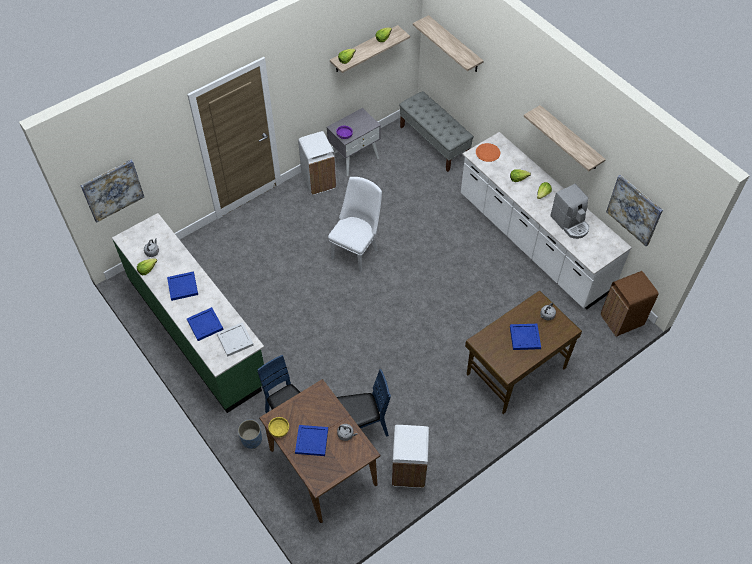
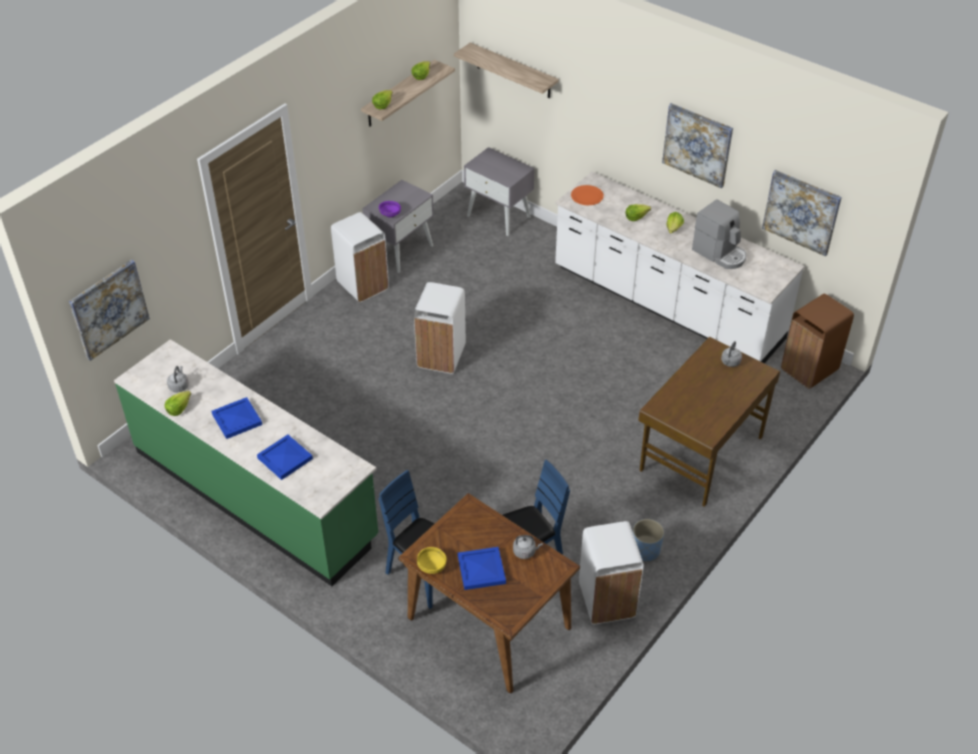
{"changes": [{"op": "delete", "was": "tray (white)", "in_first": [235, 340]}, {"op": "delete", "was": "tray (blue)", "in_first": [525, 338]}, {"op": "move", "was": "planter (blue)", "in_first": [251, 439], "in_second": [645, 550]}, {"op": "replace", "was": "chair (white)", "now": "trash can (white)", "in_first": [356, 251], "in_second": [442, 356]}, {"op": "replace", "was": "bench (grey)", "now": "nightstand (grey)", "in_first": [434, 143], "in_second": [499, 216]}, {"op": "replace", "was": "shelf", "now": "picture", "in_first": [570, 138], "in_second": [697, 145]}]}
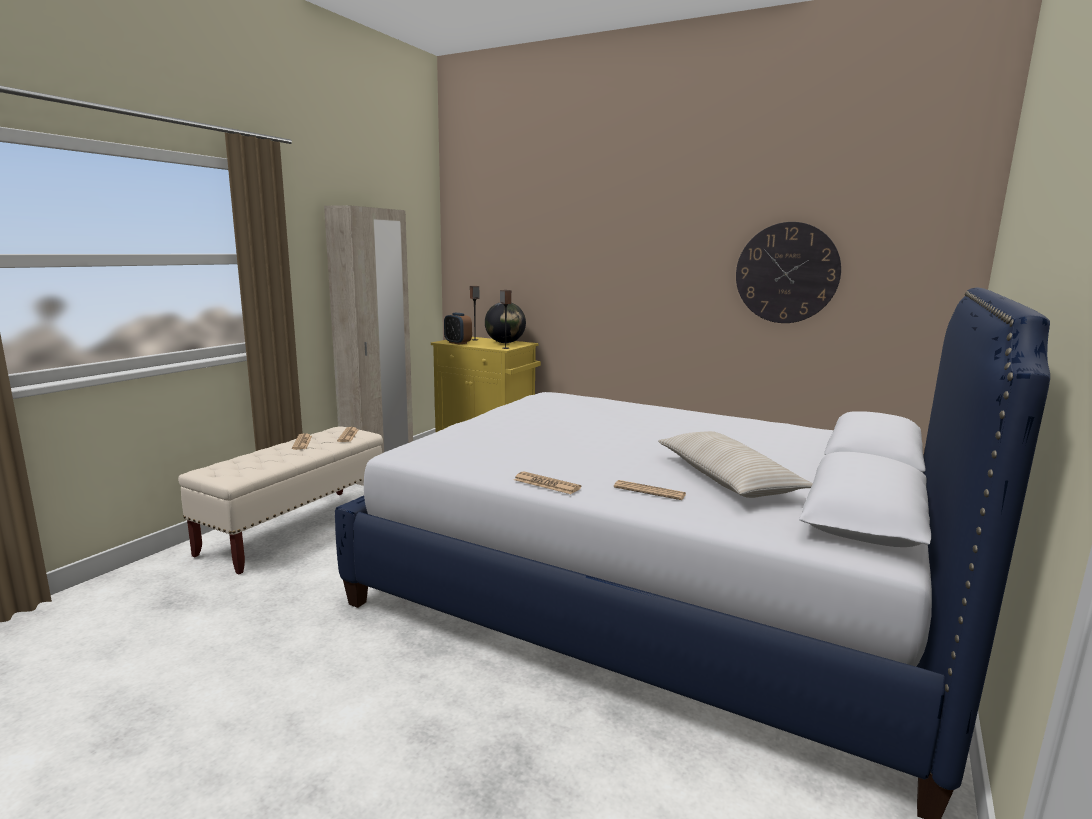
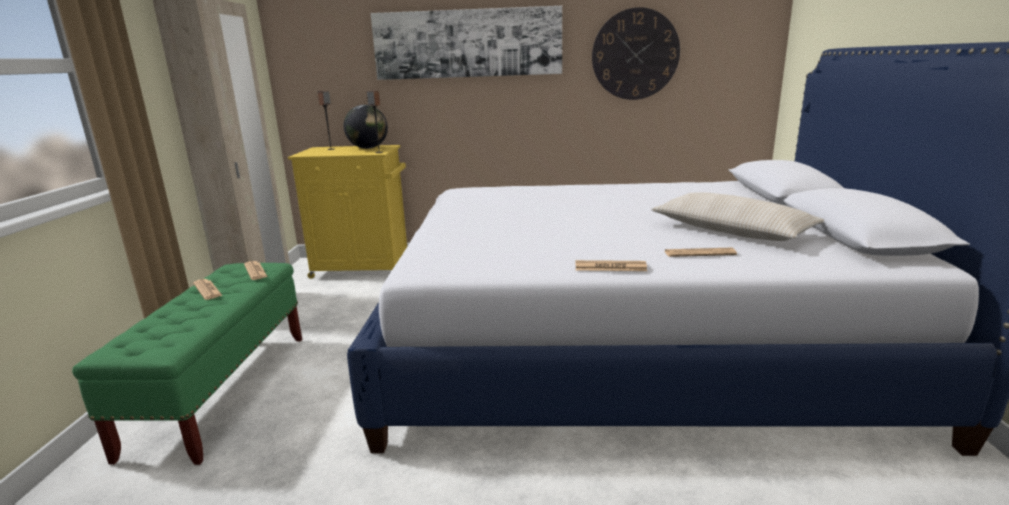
{"changes": [{"op": "delete", "was": "alarm clock", "in_first": [458, 343]}, {"op": "insert", "now": "picture", "in_second": [467, 43]}, {"op": "recolor", "was": "bench (beige)", "now": "bench (green)", "in_first": [297, 528], "in_second": [223, 391]}]}
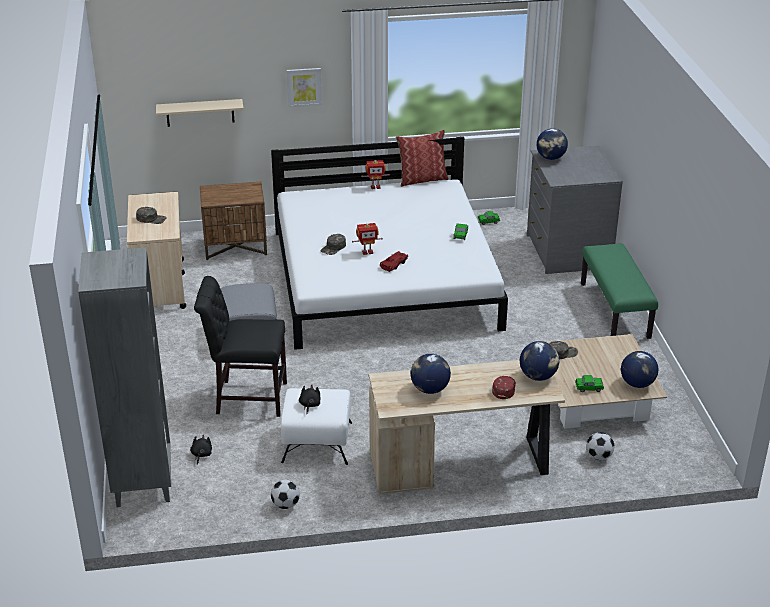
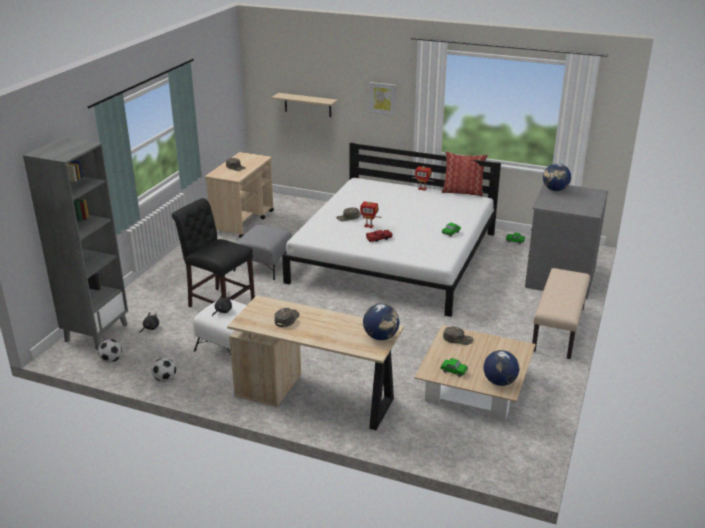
{"changes": [{"op": "delete", "was": "nightstand (brown)", "in_first": [236, 247]}, {"op": "delete", "was": "cap (red)", "in_first": [503, 388]}, {"op": "move", "was": "football", "in_first": [599, 456], "in_second": [111, 360]}, {"op": "replace", "was": "globe", "now": "cap (green)", "in_first": [429, 389], "in_second": [286, 319]}, {"op": "recolor", "was": "bench (green)", "now": "bench (beige)", "in_first": [615, 311], "in_second": [559, 330]}]}
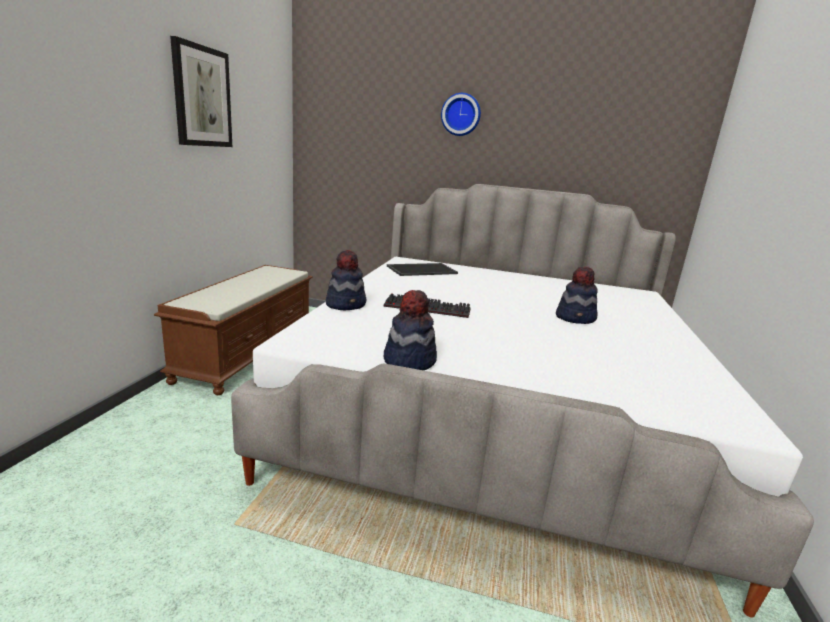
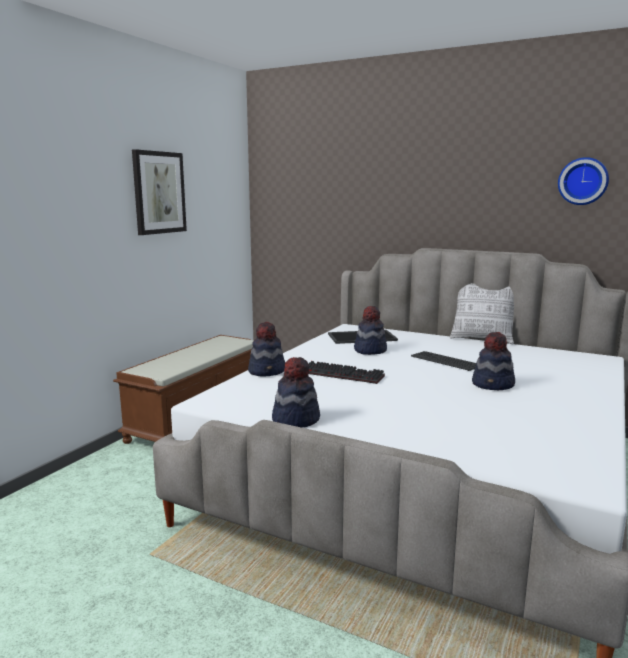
{"changes": [{"op": "insert", "now": "hat", "in_second": [370, 350]}, {"op": "insert", "now": "keyboard", "in_second": [446, 361]}, {"op": "insert", "now": "pillow", "in_second": [482, 339]}, {"op": "move", "was": "wall clock", "in_first": [461, 114], "in_second": [583, 181]}]}
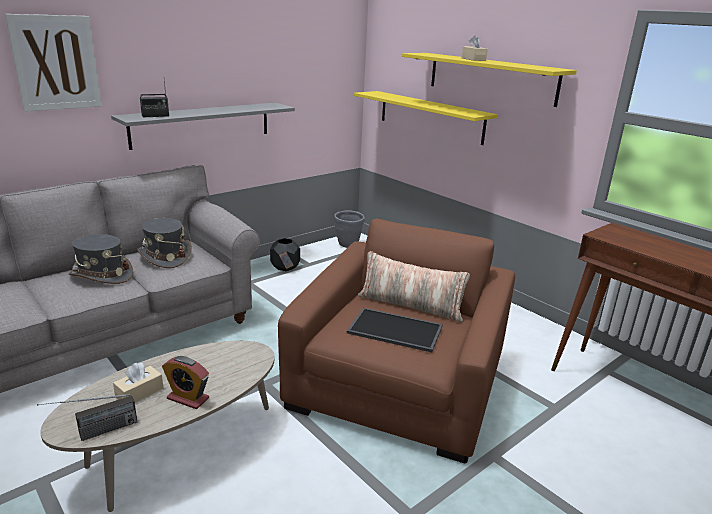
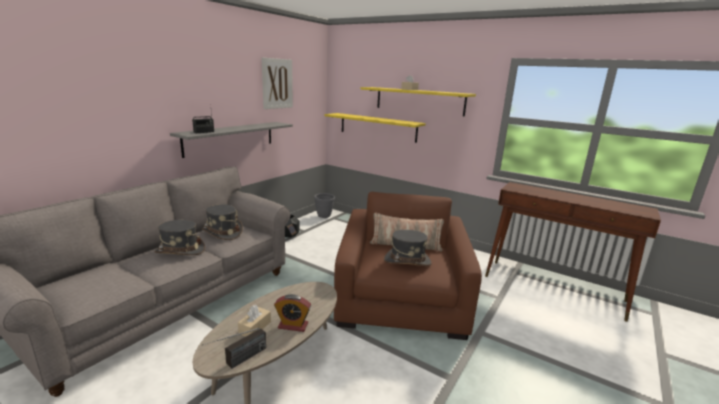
{"changes": [{"op": "move", "was": "picture", "in_first": [56, 63], "in_second": [277, 83]}, {"op": "replace", "was": "tray", "now": "hat (grey)", "in_first": [394, 330], "in_second": [407, 261]}]}
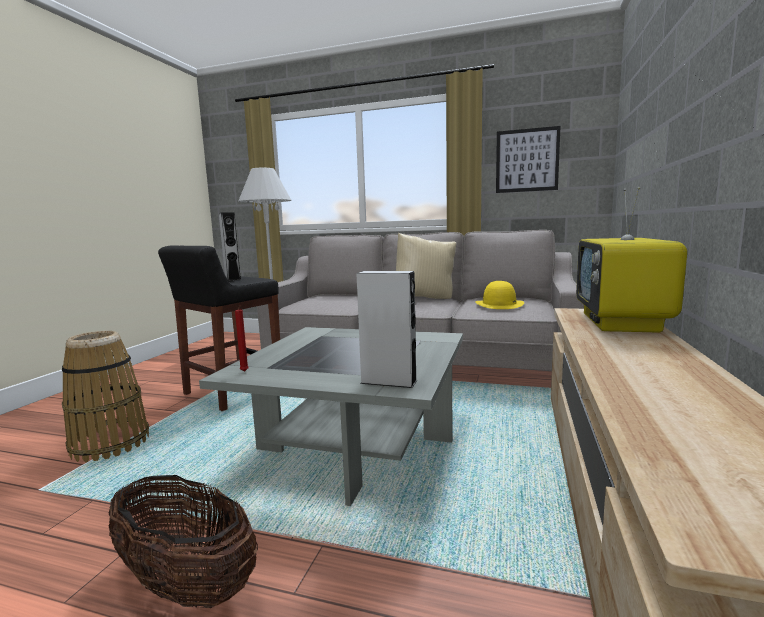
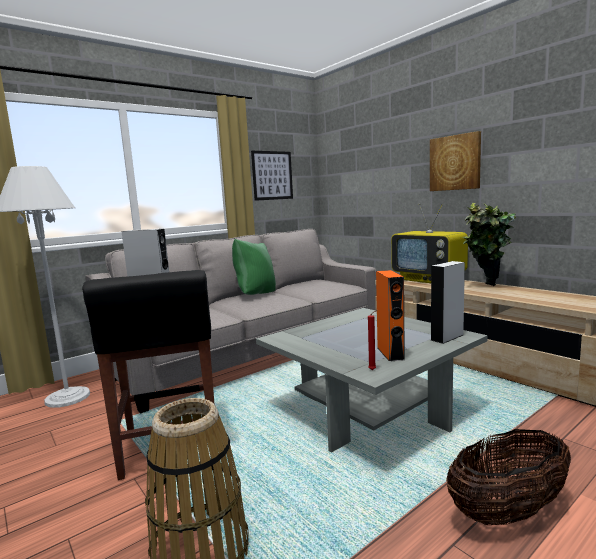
{"changes": [{"op": "delete", "was": "hat (yellow)", "in_first": [499, 304]}, {"op": "insert", "now": "speaker (orange)", "in_second": [390, 353]}, {"op": "insert", "now": "picture", "in_second": [455, 163]}, {"op": "insert", "now": "potted plant", "in_second": [485, 288]}, {"op": "recolor", "was": "pillow (beige)", "now": "pillow (green)", "in_first": [425, 298], "in_second": [255, 295]}]}
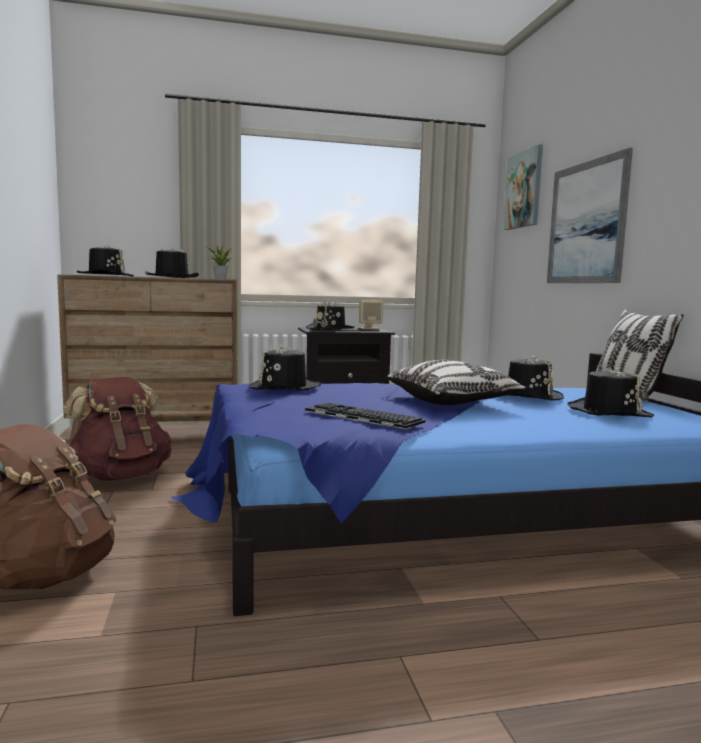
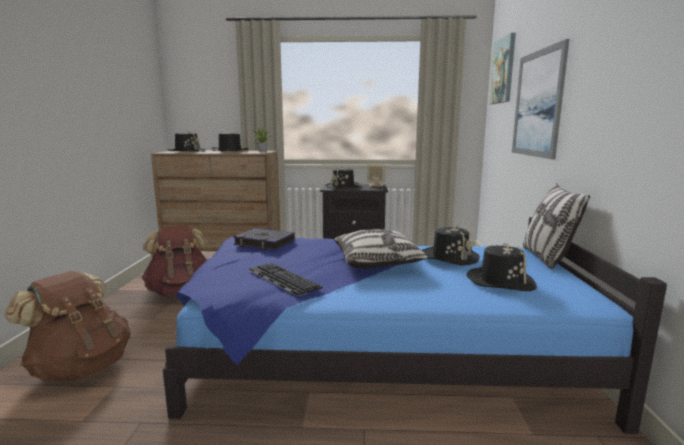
{"changes": [{"op": "replace", "was": "hat (black)", "now": "book", "in_first": [284, 387], "in_second": [264, 243]}]}
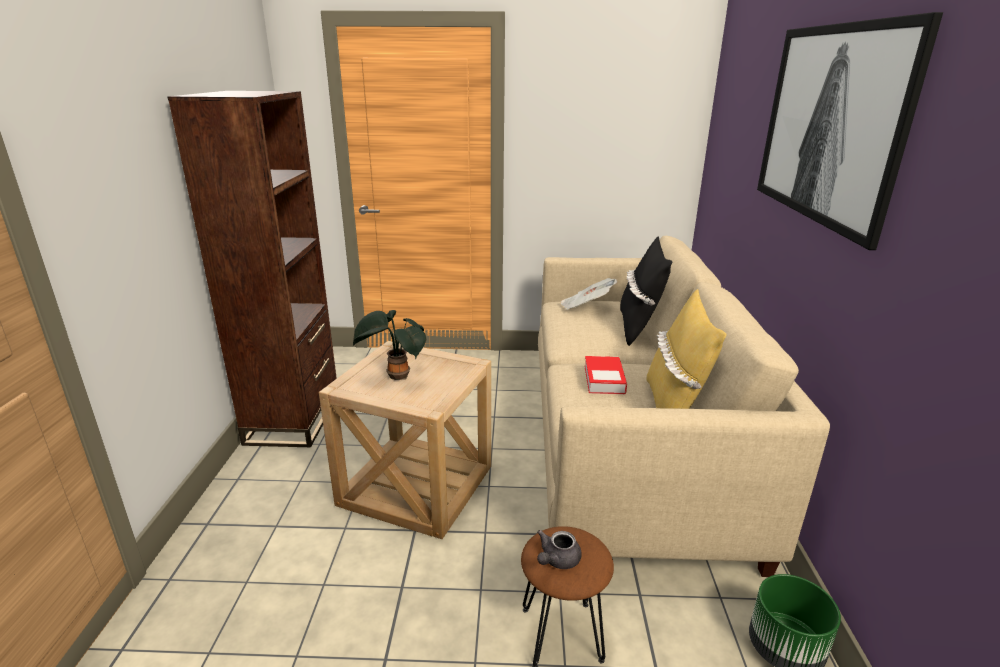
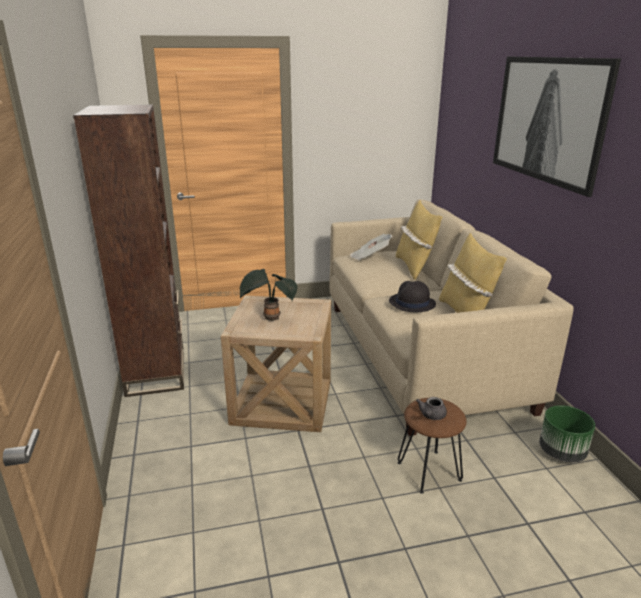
{"changes": [{"op": "replace", "was": "book", "now": "hat (black)", "in_first": [604, 379], "in_second": [411, 303]}, {"op": "recolor", "was": "pillow (black)", "now": "pillow (yellow)", "in_first": [638, 327], "in_second": [414, 267]}]}
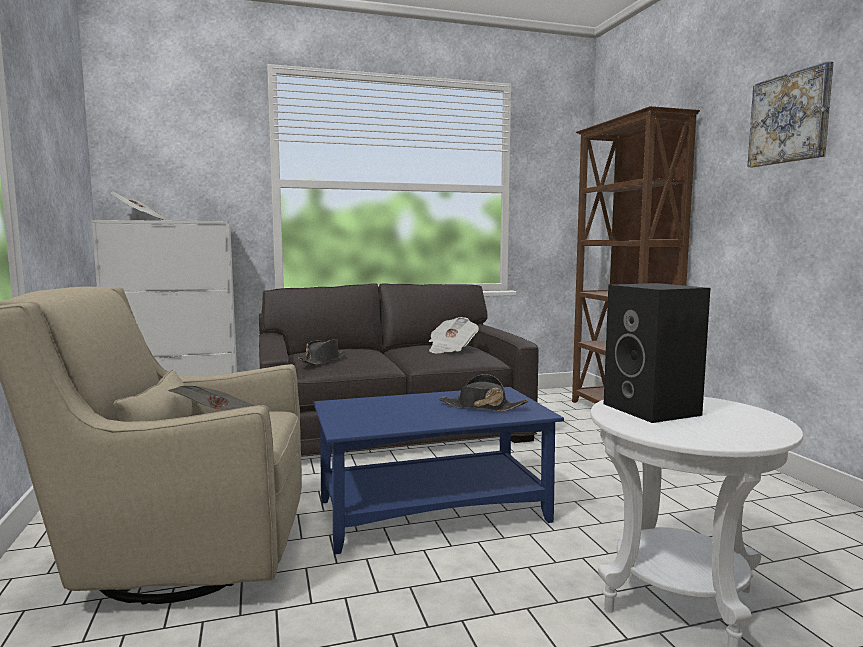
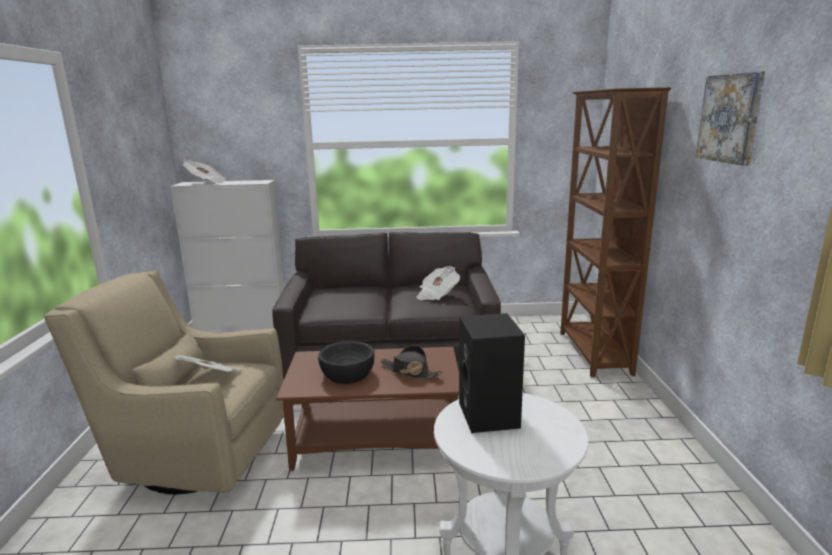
{"changes": [{"op": "delete", "was": "hat (black)", "in_first": [323, 360]}, {"op": "insert", "now": "bowl (black)", "in_second": [347, 374]}, {"op": "recolor", "was": "coffee table (blue)", "now": "coffee table (brown)", "in_first": [434, 510], "in_second": [377, 440]}]}
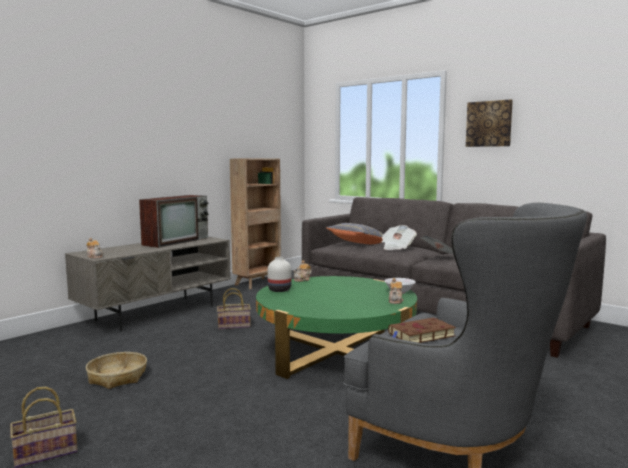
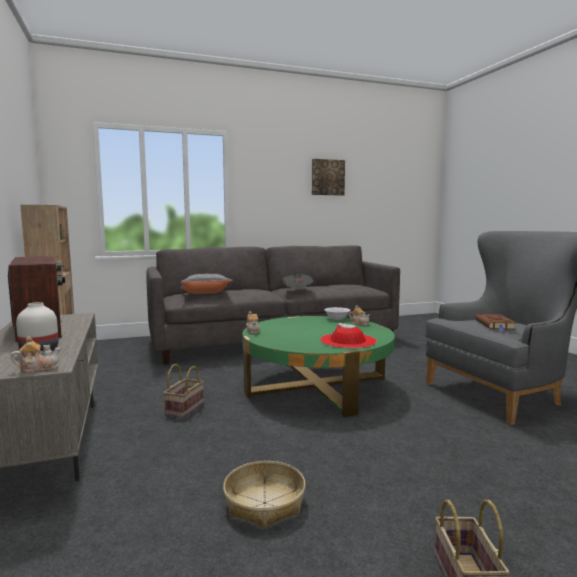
{"changes": [{"op": "delete", "was": "newspaper", "in_first": [397, 247]}, {"op": "insert", "now": "hat (red)", "in_second": [348, 341]}, {"op": "move", "was": "vase (white)", "in_first": [280, 290], "in_second": [40, 352]}, {"op": "move", "was": "picture", "in_first": [489, 124], "in_second": [327, 177]}]}
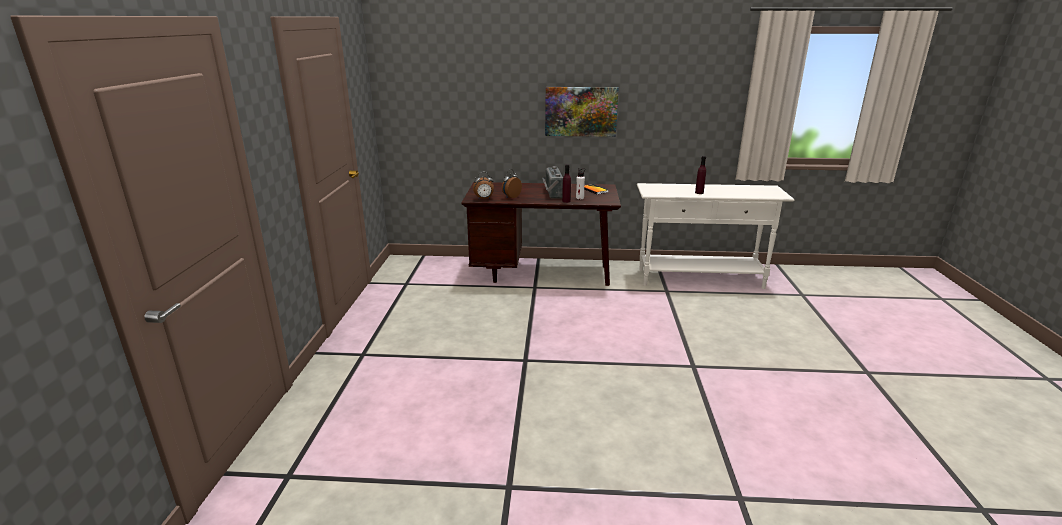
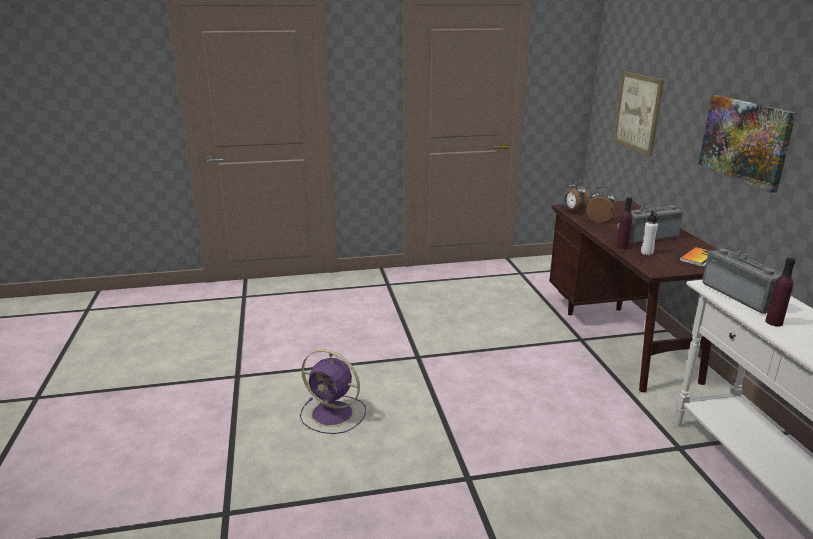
{"changes": [{"op": "insert", "now": "fan (purple)", "in_second": [334, 414]}, {"op": "insert", "now": "picture", "in_second": [638, 112]}, {"op": "insert", "now": "radio", "in_second": [742, 296]}]}
